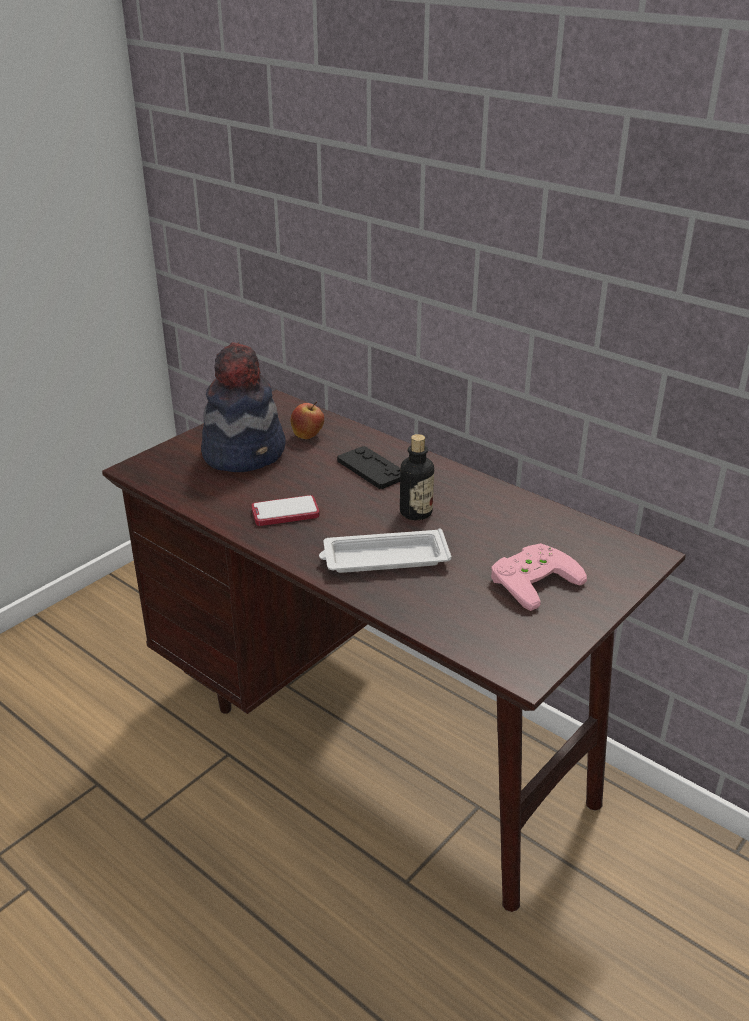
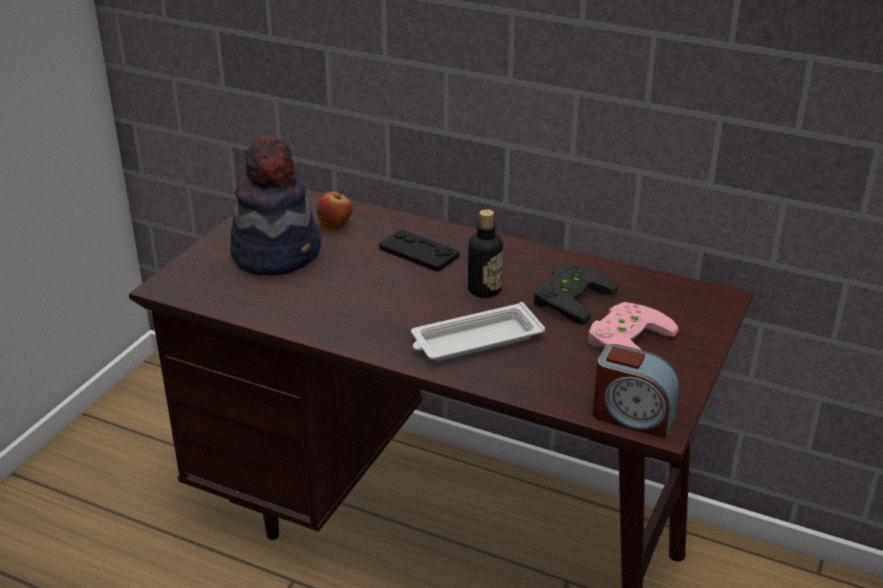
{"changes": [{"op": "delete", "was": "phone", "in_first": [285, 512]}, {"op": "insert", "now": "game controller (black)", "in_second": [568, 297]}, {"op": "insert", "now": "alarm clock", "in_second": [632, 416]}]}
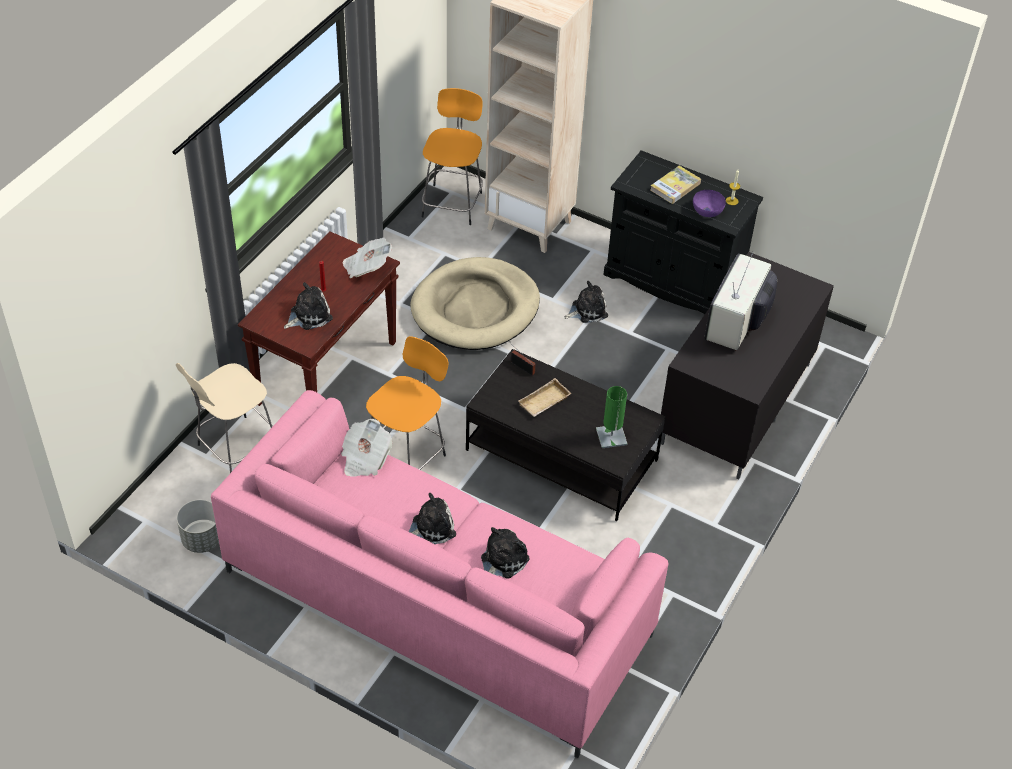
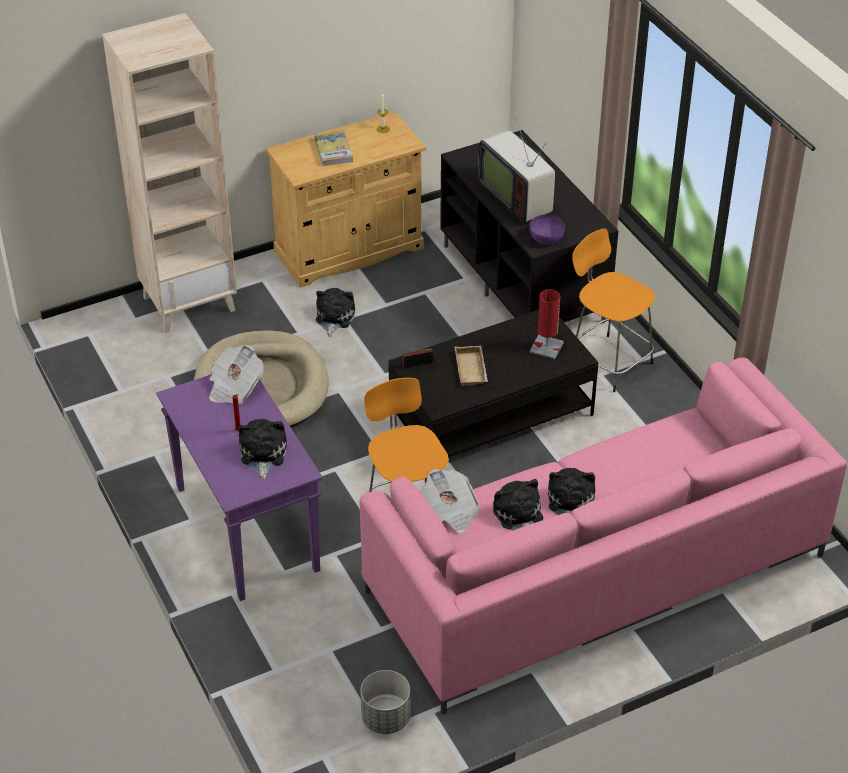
{"changes": [{"op": "delete", "was": "stool (beige)", "in_first": [235, 448]}, {"op": "move", "was": "stool (orange)", "in_first": [452, 203], "in_second": [608, 361]}, {"op": "move", "was": "plush toy", "in_first": [502, 560], "in_second": [518, 515]}, {"op": "move", "was": "bowl (purple)", "in_first": [707, 211], "in_second": [546, 238]}, {"op": "recolor", "was": "console table (brown)", "now": "console table (purple)", "in_first": [327, 372], "in_second": [245, 528]}, {"op": "recolor", "was": "table lamp (green)", "now": "table lamp (red)", "in_first": [611, 436], "in_second": [546, 347]}, {"op": "recolor", "was": "cabinet (black)", "now": "cabinet (beige)", "in_first": [673, 281], "in_second": [349, 250]}]}
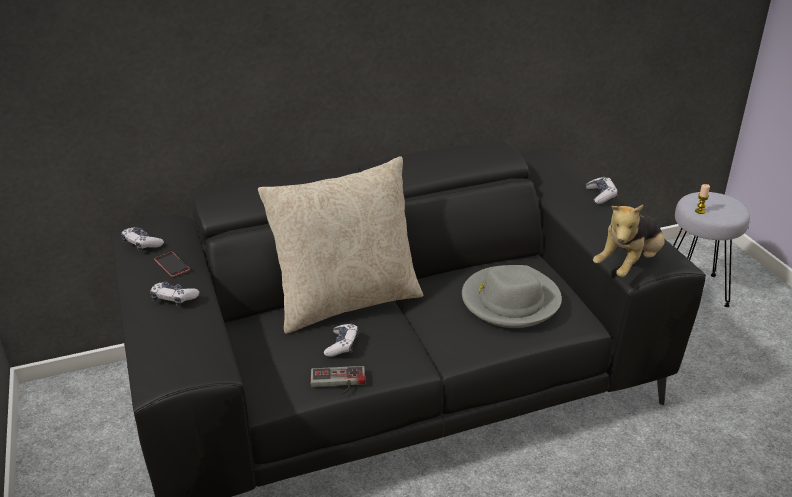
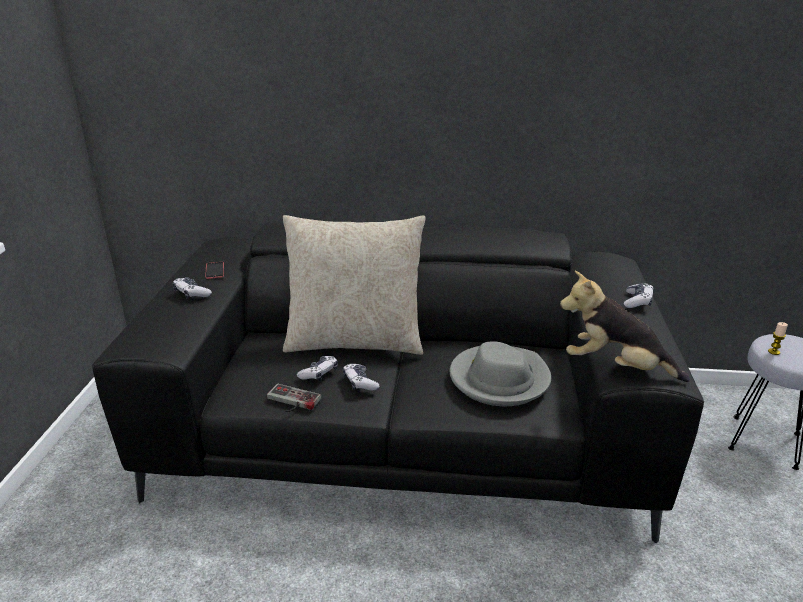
{"changes": [{"op": "move", "was": "game controller", "in_first": [142, 244], "in_second": [360, 382]}, {"op": "rotate", "was": "plush toy", "in_first": [629, 264], "in_second": [615, 367], "clockwise": 45}]}
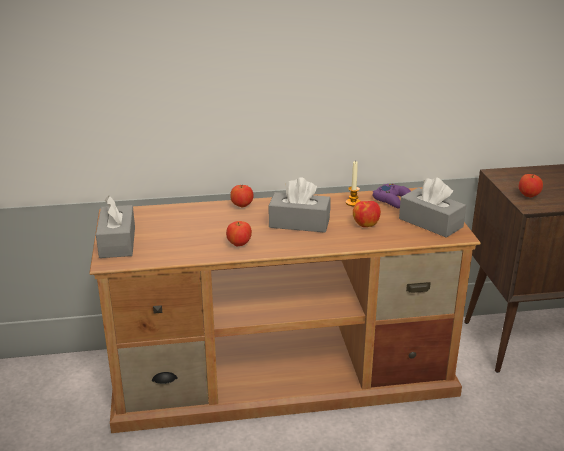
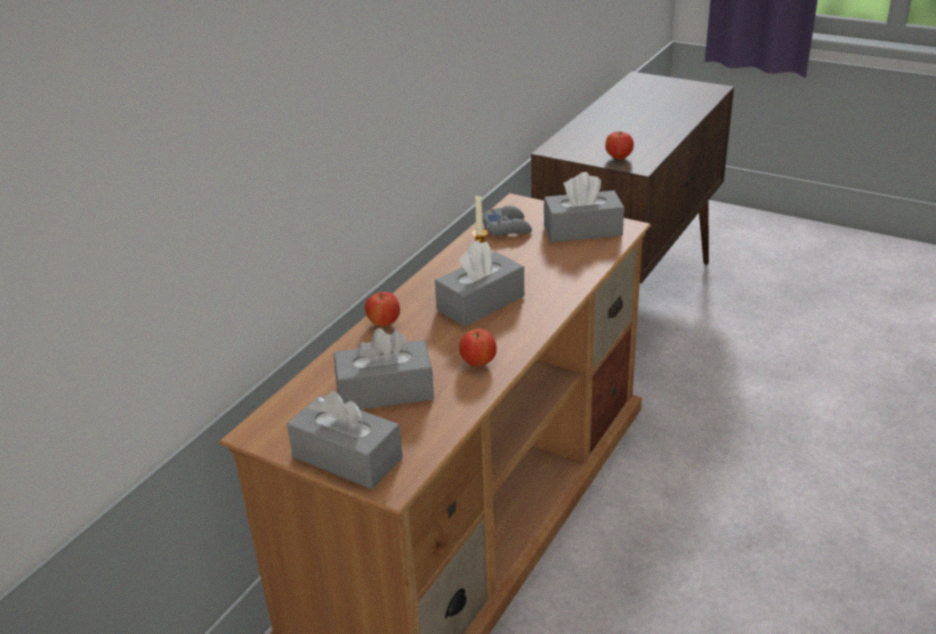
{"changes": [{"op": "delete", "was": "apple", "in_first": [365, 224]}, {"op": "insert", "now": "tissue box (grey)", "in_second": [385, 391]}, {"op": "recolor", "was": "game controller (purple)", "now": "game controller (grey)", "in_first": [393, 200], "in_second": [506, 228]}]}
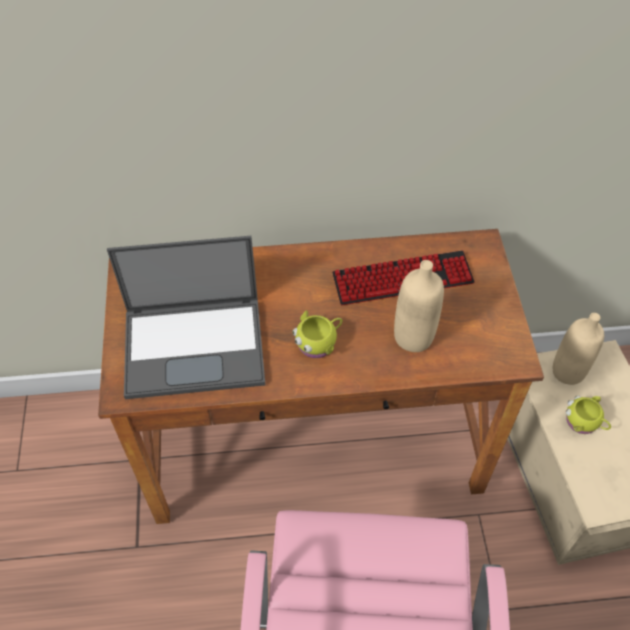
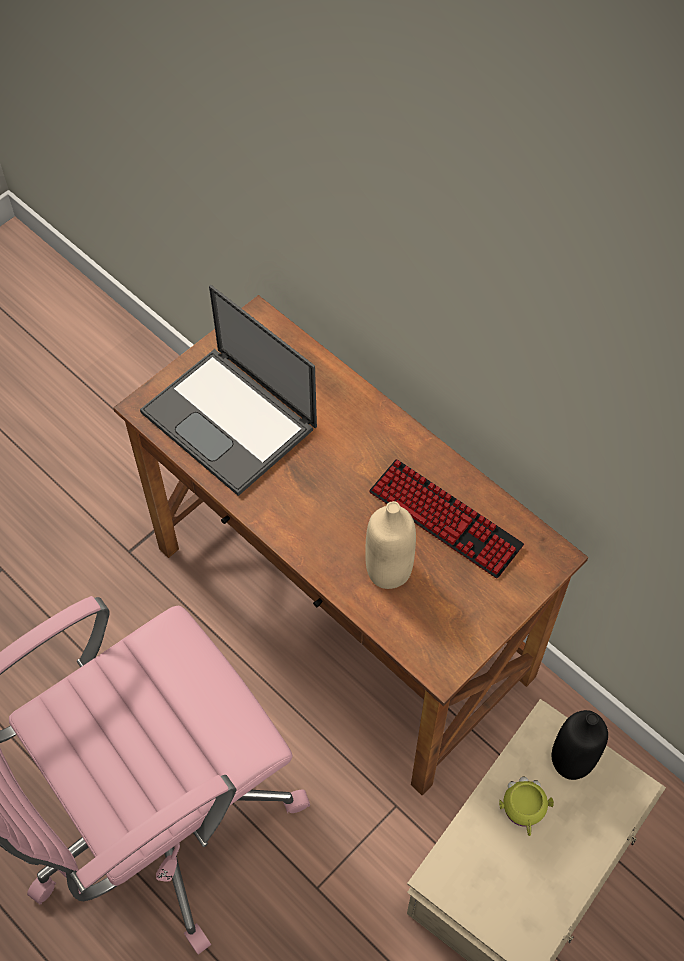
{"changes": [{"op": "delete", "was": "mug (yellow)", "in_first": [319, 342]}, {"op": "recolor", "was": "bottle (beige)", "now": "bottle (black)", "in_first": [567, 371], "in_second": [571, 760]}]}
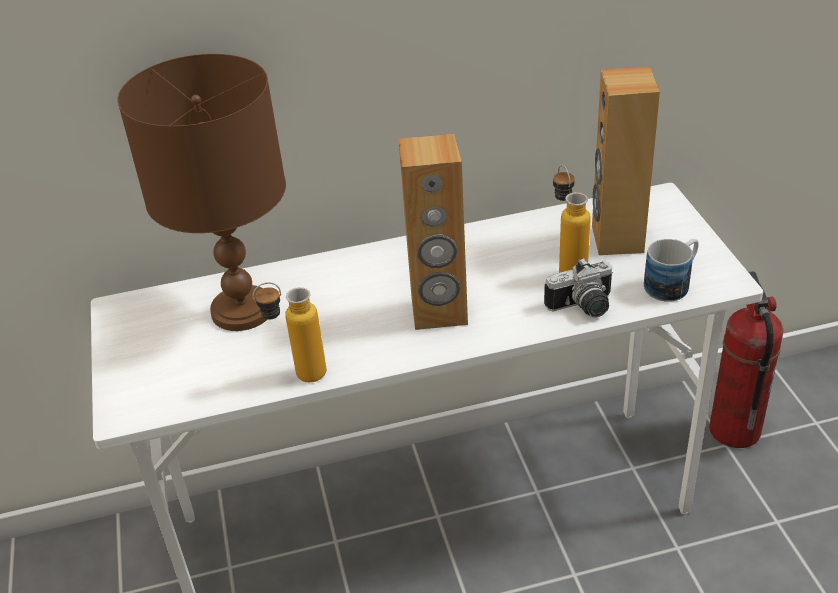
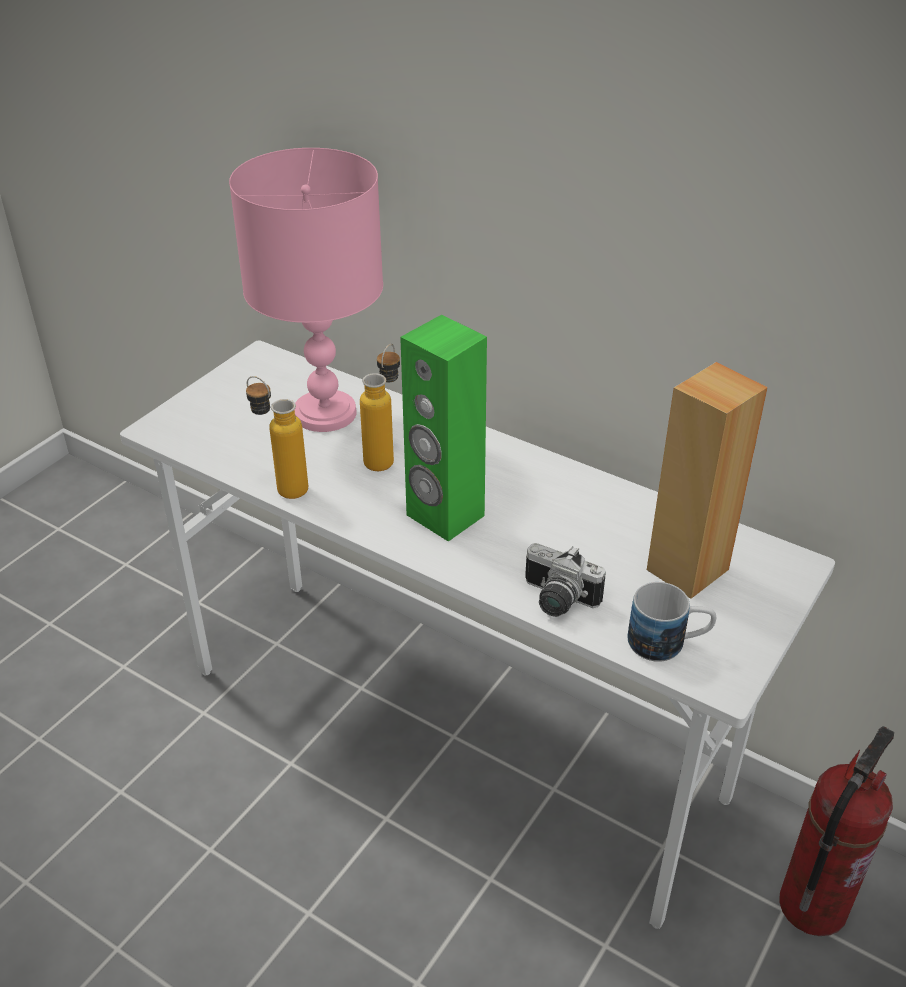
{"changes": [{"op": "move", "was": "bottle", "in_first": [567, 269], "in_second": [384, 456]}, {"op": "recolor", "was": "table lamp (brown)", "now": "table lamp (pink)", "in_first": [242, 311], "in_second": [324, 414]}, {"op": "recolor", "was": "speaker (brown)", "now": "speaker (green)", "in_first": [439, 312], "in_second": [444, 516]}]}
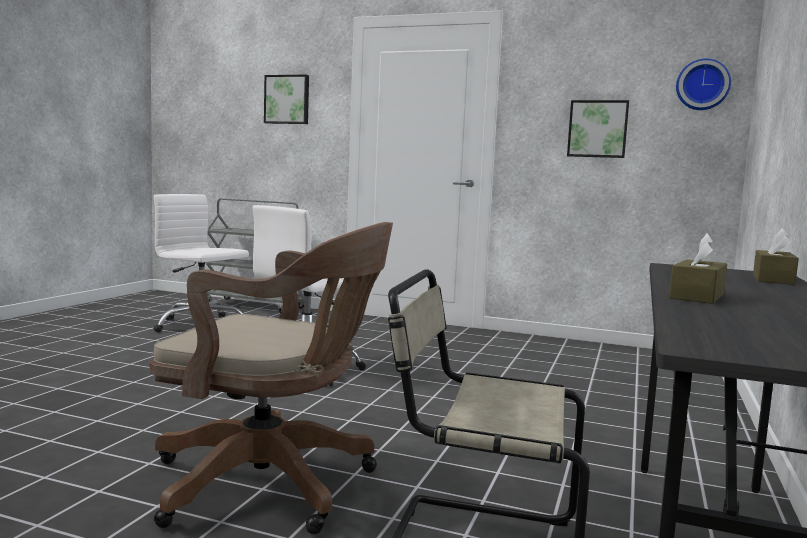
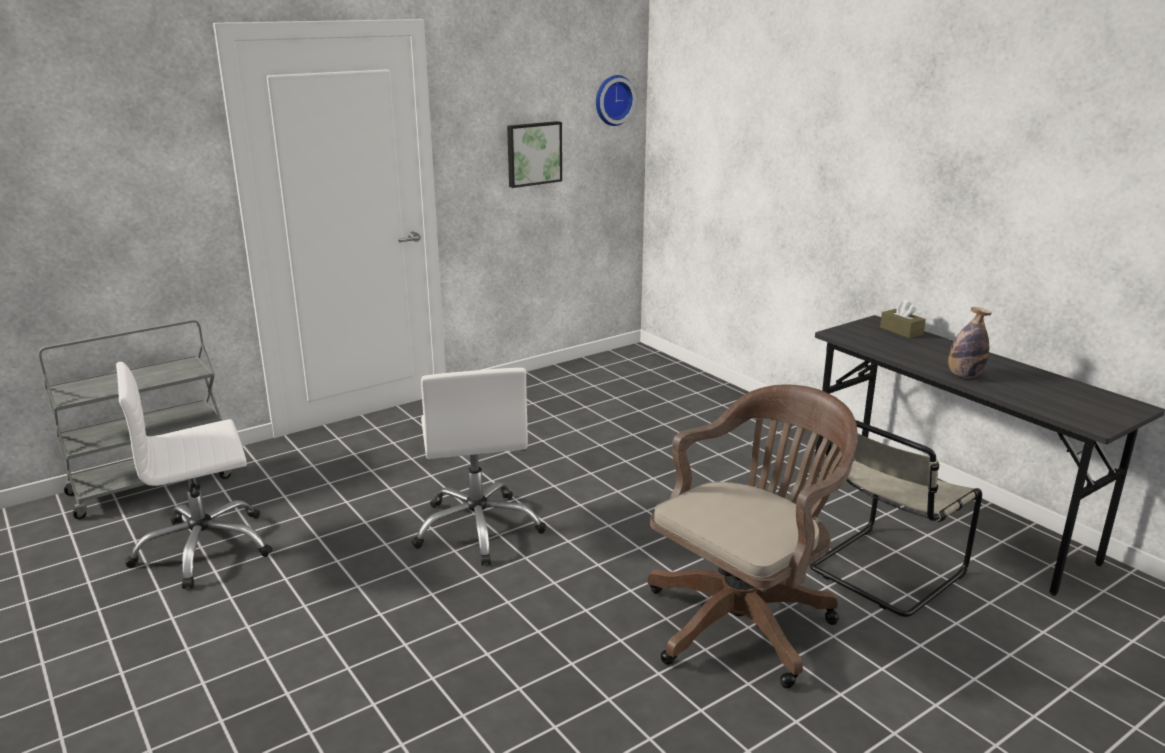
{"changes": [{"op": "delete", "was": "picture", "in_first": [287, 99]}, {"op": "replace", "was": "tissue box (brown)", "now": "bottle", "in_first": [697, 296], "in_second": [964, 375]}]}
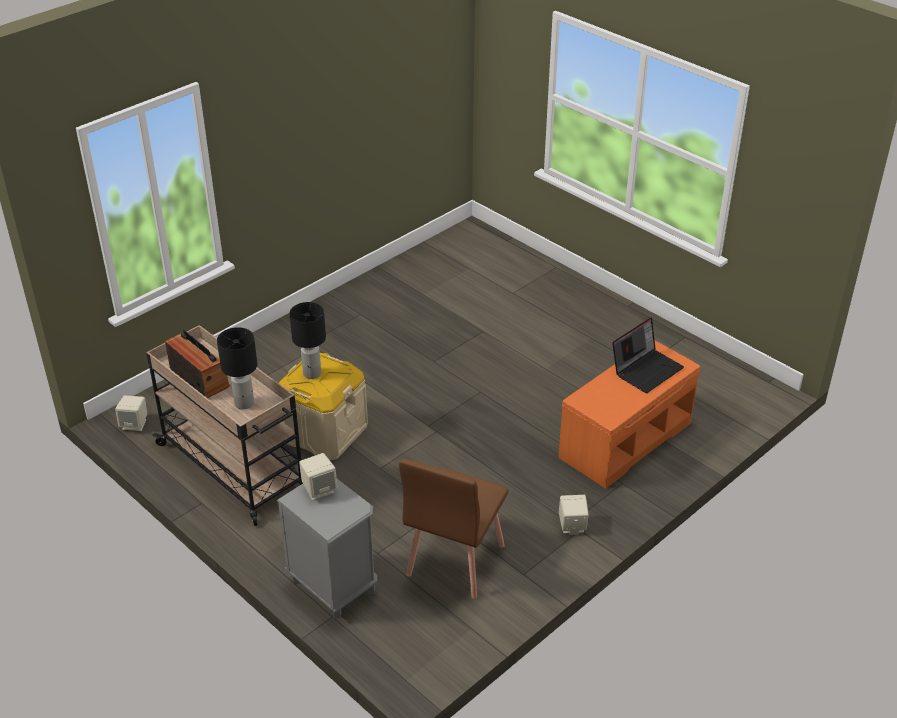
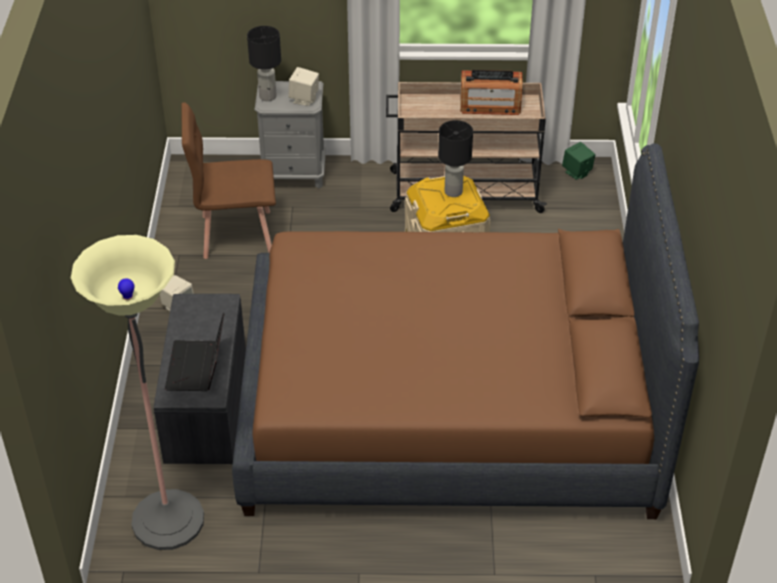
{"changes": [{"op": "insert", "now": "floor lamp", "in_second": [168, 520]}, {"op": "insert", "now": "bed (brown)", "in_second": [449, 408]}, {"op": "move", "was": "table lamp (black)", "in_first": [244, 403], "in_second": [268, 96]}, {"op": "recolor", "was": "speaker (beige)", "now": "speaker (green)", "in_first": [134, 424], "in_second": [577, 172]}, {"op": "recolor", "was": "bench (orange)", "now": "bench (grey)", "in_first": [625, 439], "in_second": [207, 407]}, {"op": "rotate", "was": "chair (brown)", "in_first": [454, 560], "in_second": [236, 234], "clockwise": -75}]}
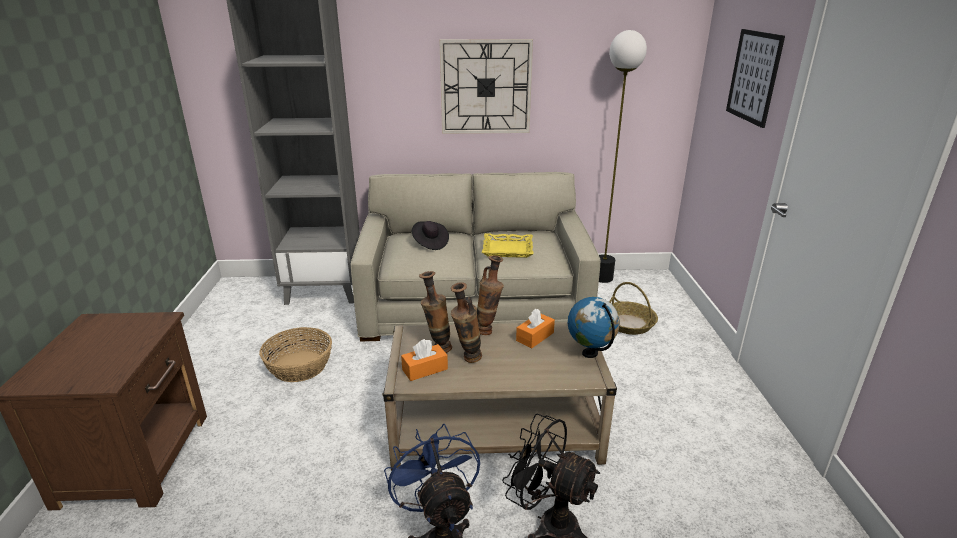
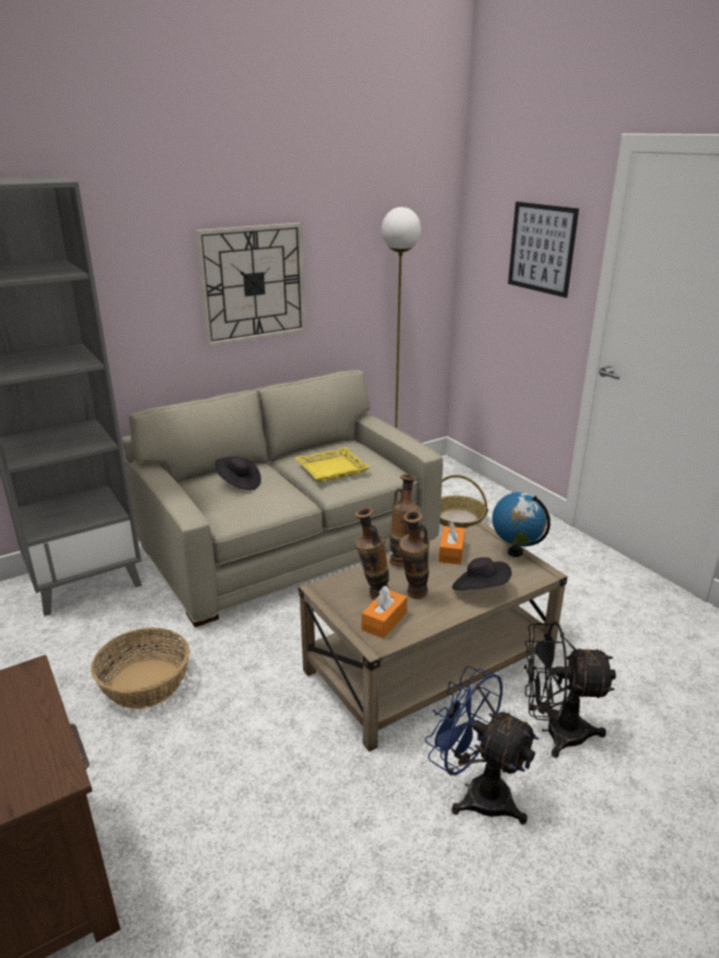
{"changes": [{"op": "insert", "now": "hat (black)", "in_second": [480, 590]}]}
